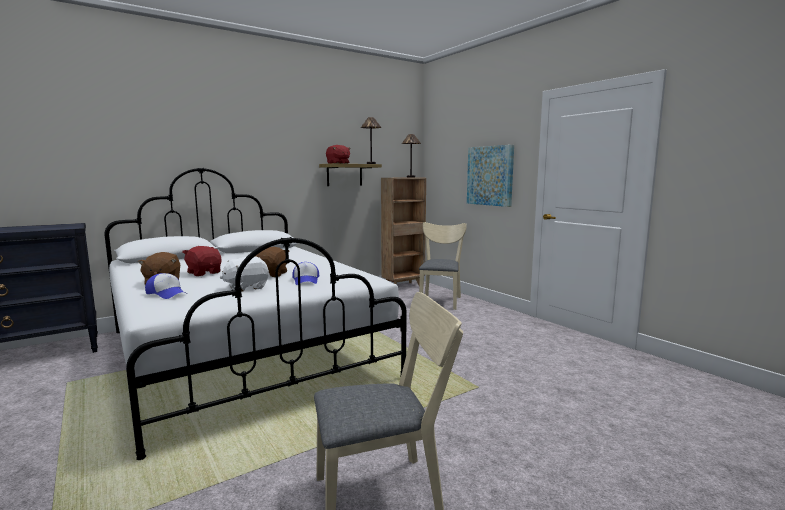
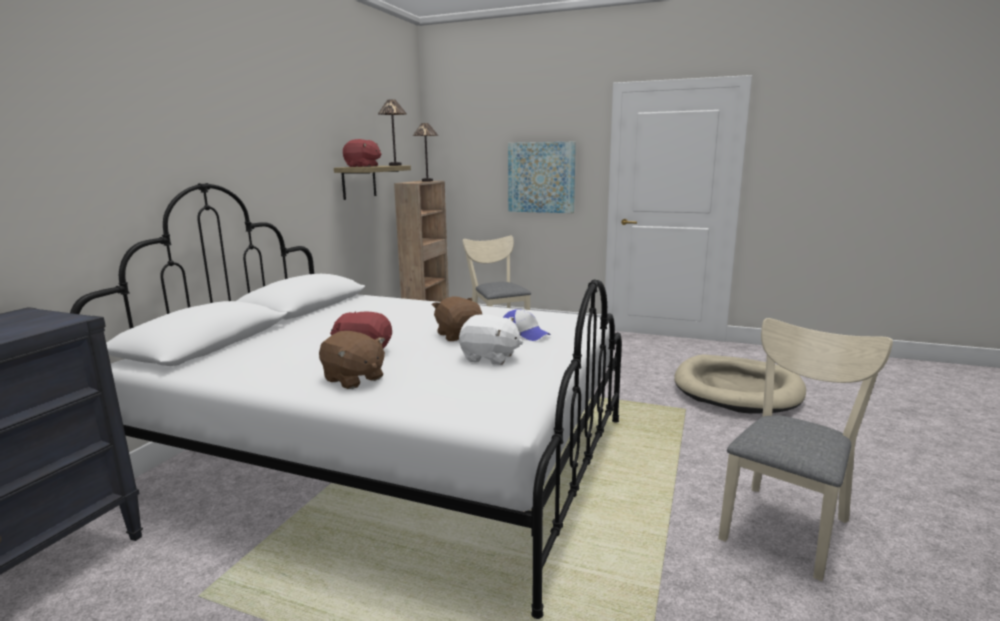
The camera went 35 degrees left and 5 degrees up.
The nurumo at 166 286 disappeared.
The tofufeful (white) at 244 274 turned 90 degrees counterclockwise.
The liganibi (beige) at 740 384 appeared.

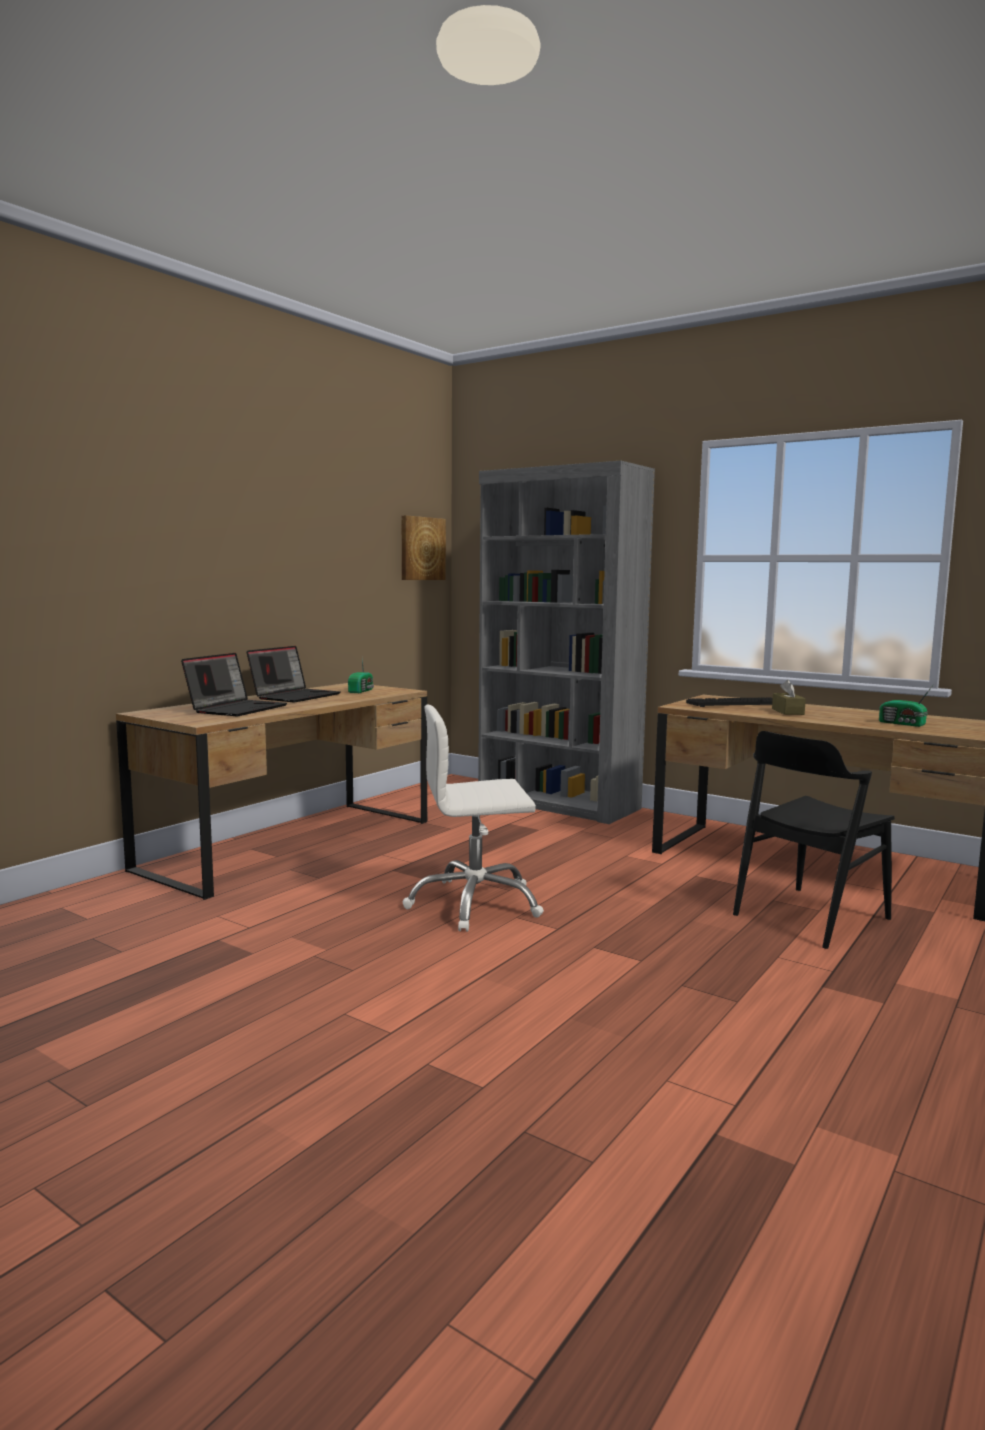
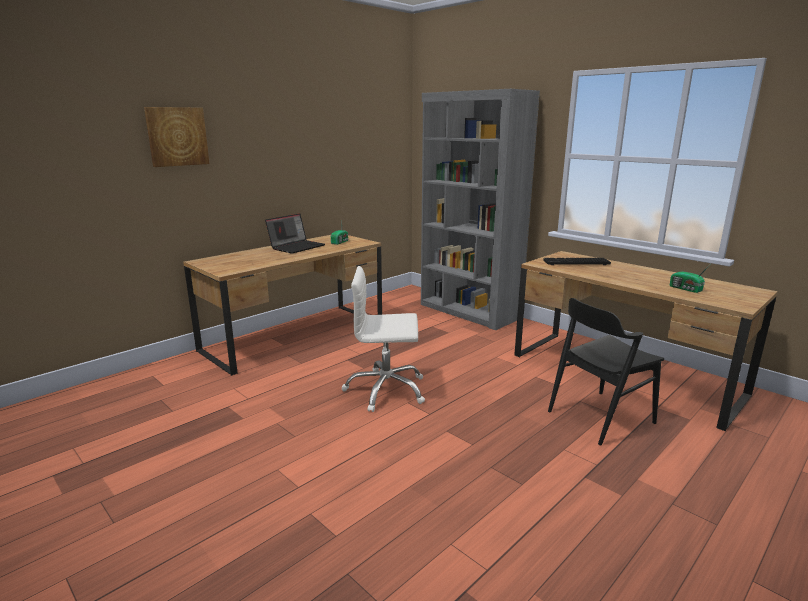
The camera went 10 degrees right and 10 degrees up.
The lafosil at 234 684 disappeared.
The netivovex moved from 424 547 to 177 137.
The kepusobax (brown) at 789 697 disappeared.

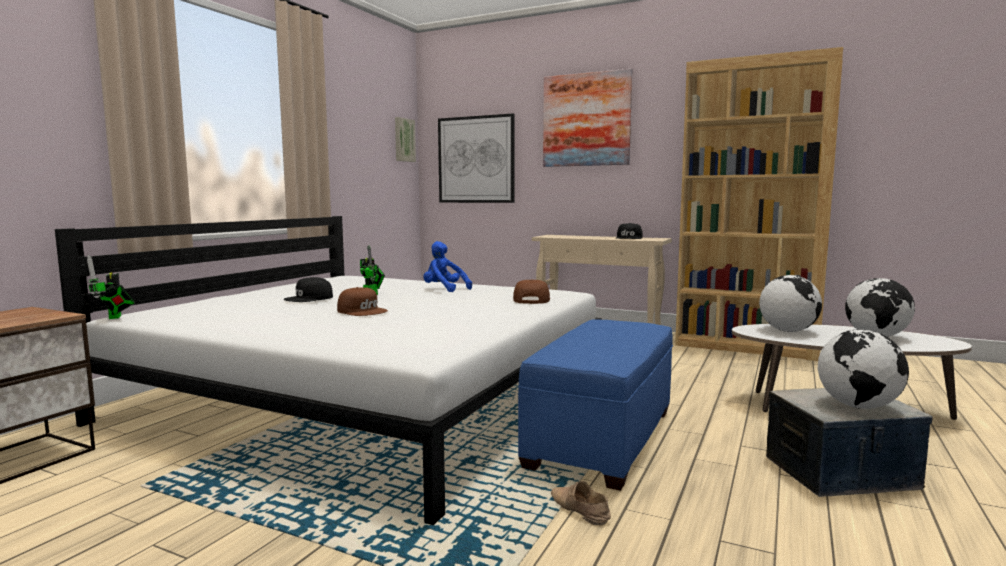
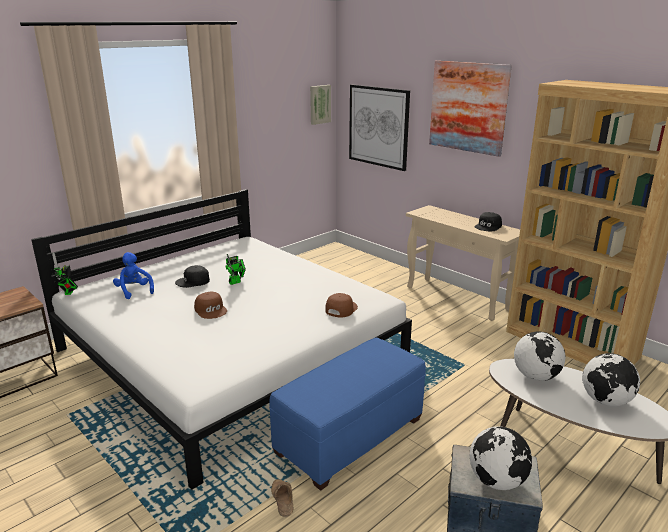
The camera went 20 degrees right and 15 degrees up.
The tofufeful (blue) moved from 447 266 to 133 275.

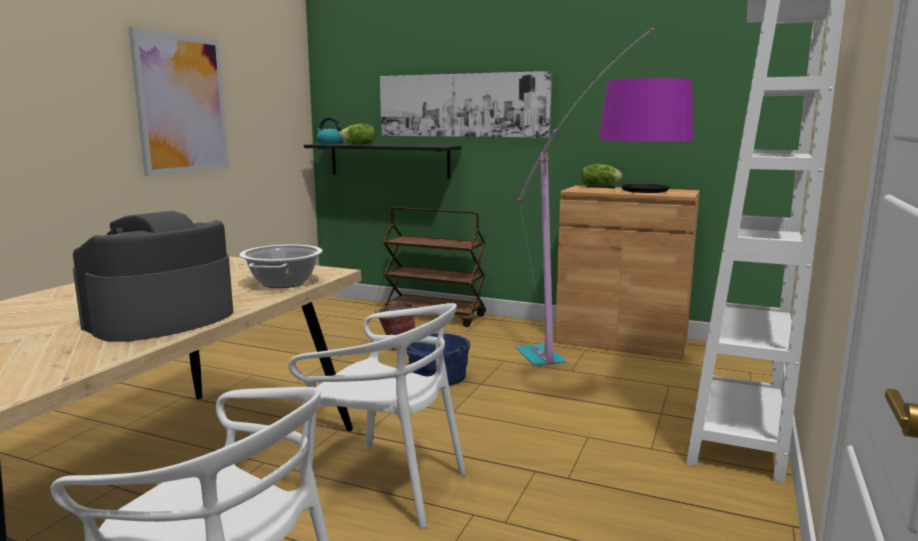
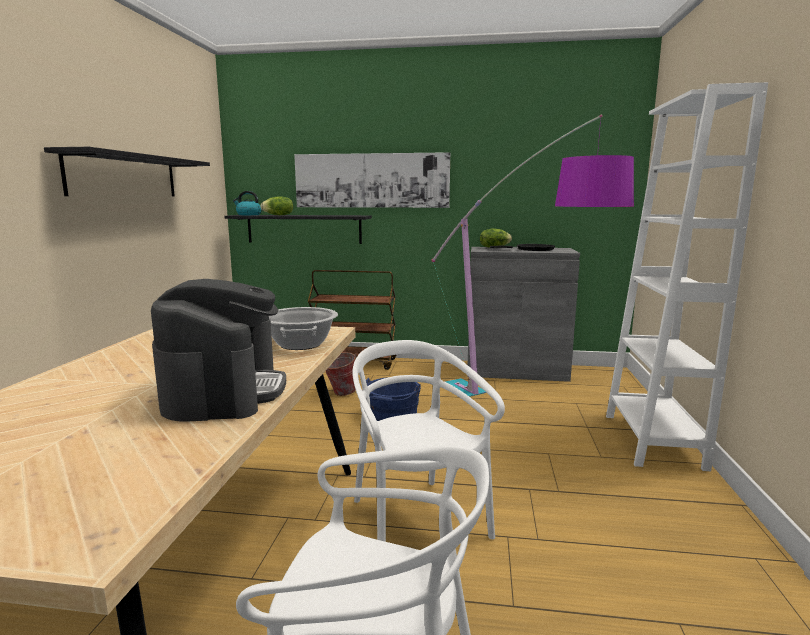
The camera went 15 degrees left and 0 degrees up.
The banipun at 153 276 turned 150 degrees clockwise.
The netivovex at 178 101 was replaced by the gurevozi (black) at 127 172.
The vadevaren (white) at 377 415 turned 120 degrees counterclockwise.
The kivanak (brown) at 627 273 became the kivanak (grey) at 523 314.

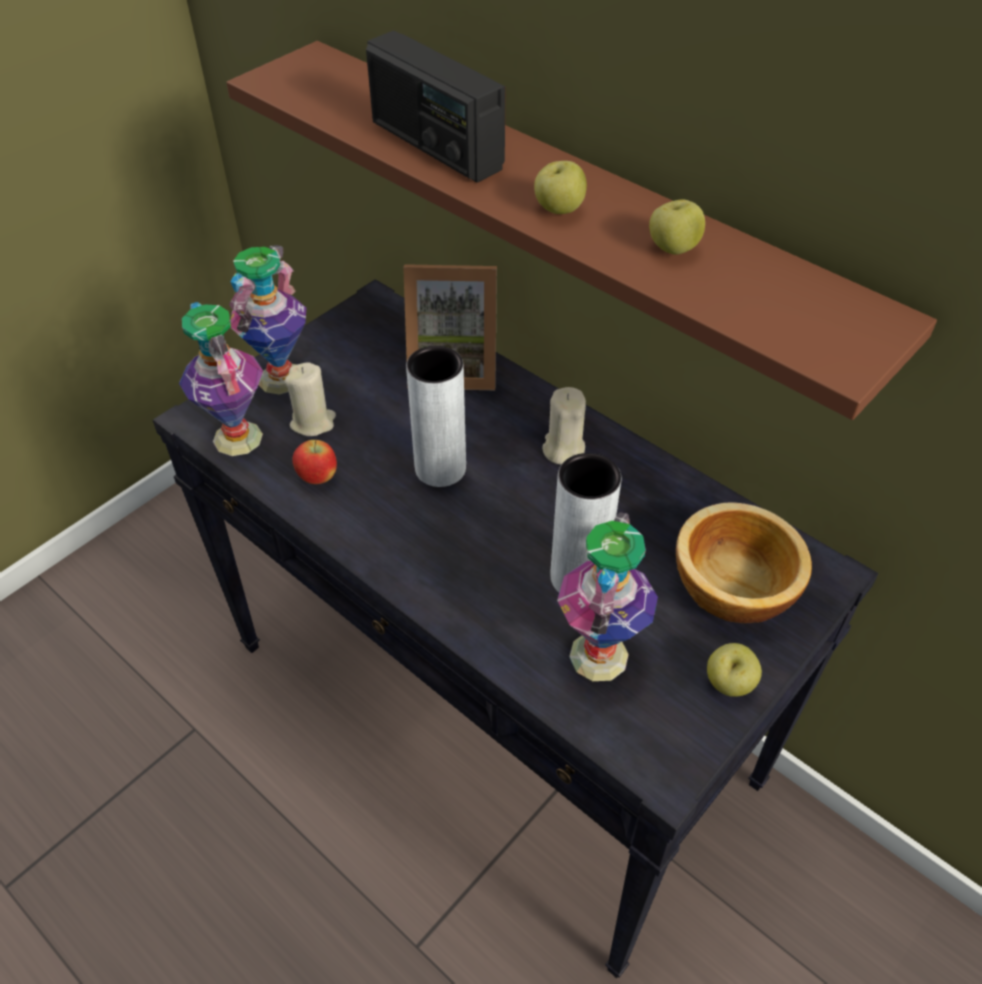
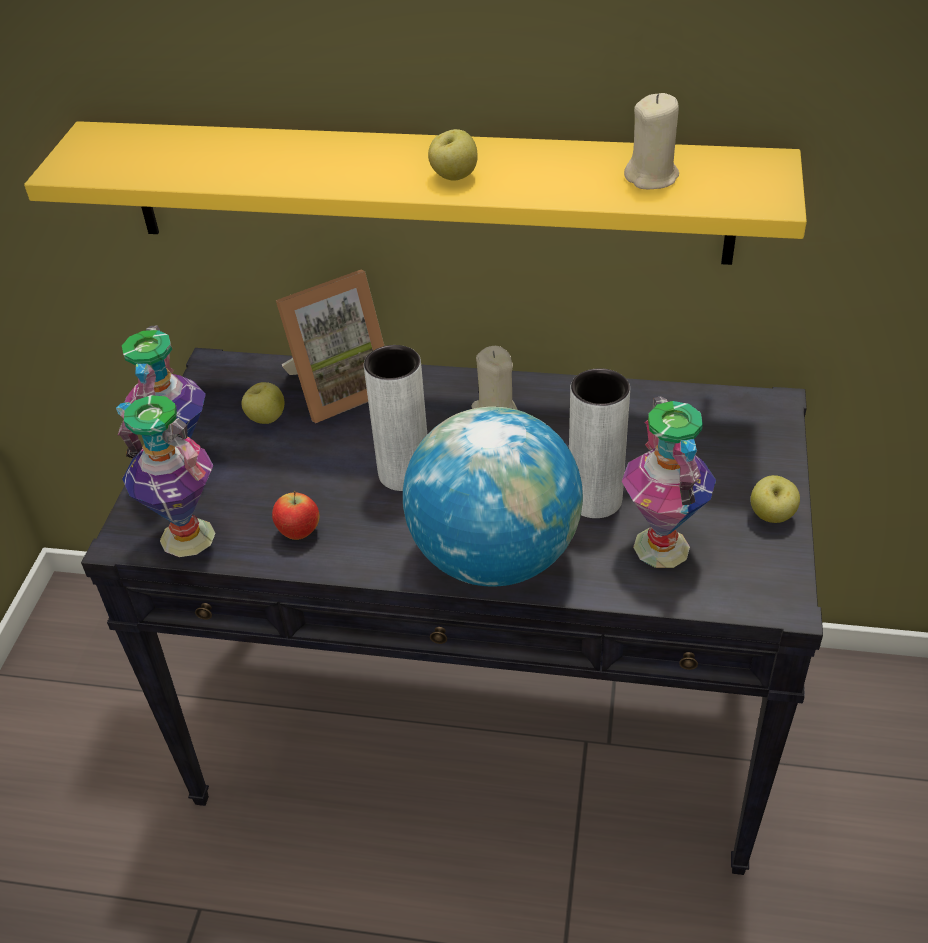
The camera went 30 degrees left and 5 degrees down.
The gurevozi (brown) at 581 230 became the gurevozi (yellow) at 415 193.
The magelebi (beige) moved from 310 399 to 651 141.
The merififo at 436 107 disappeared.
The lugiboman moved from 677 227 to 262 403.
The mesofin at 744 562 disappeared.
The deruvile at 493 496 appeared.

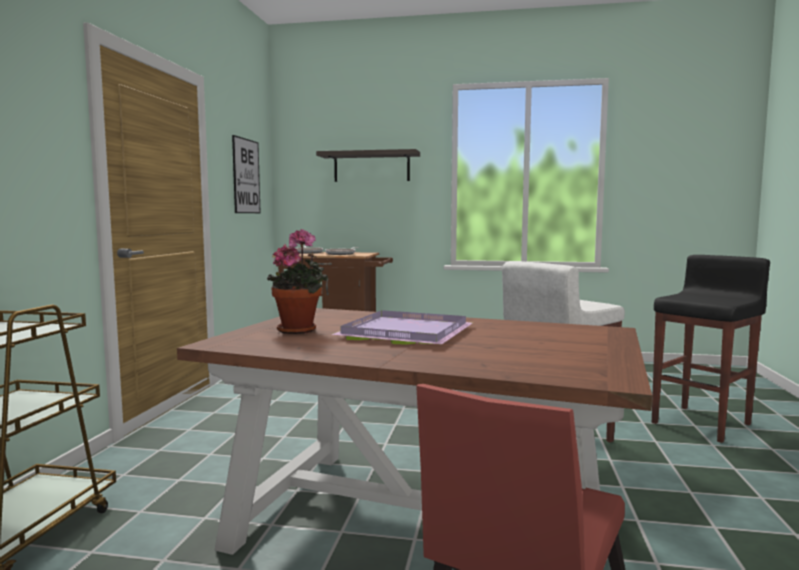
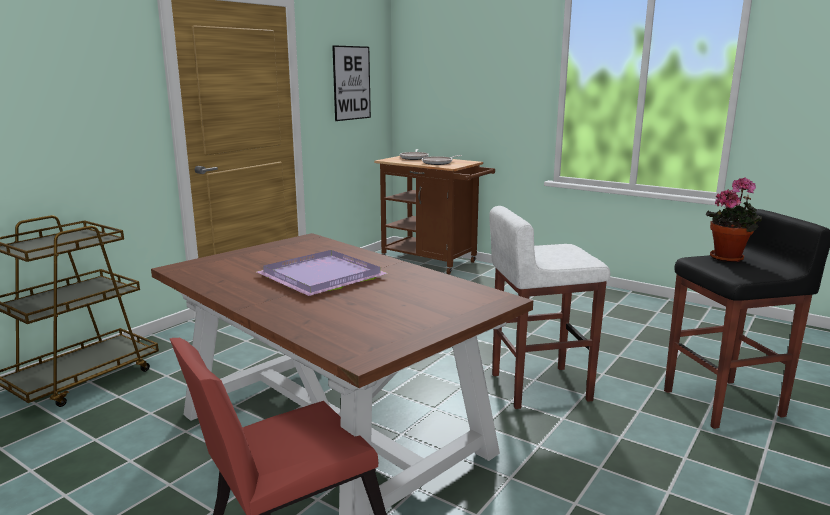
The camera went 25 degrees right and 10 degrees up.
The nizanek moved from 297 281 to 734 219.
The gurevozi at 368 165 disappeared.

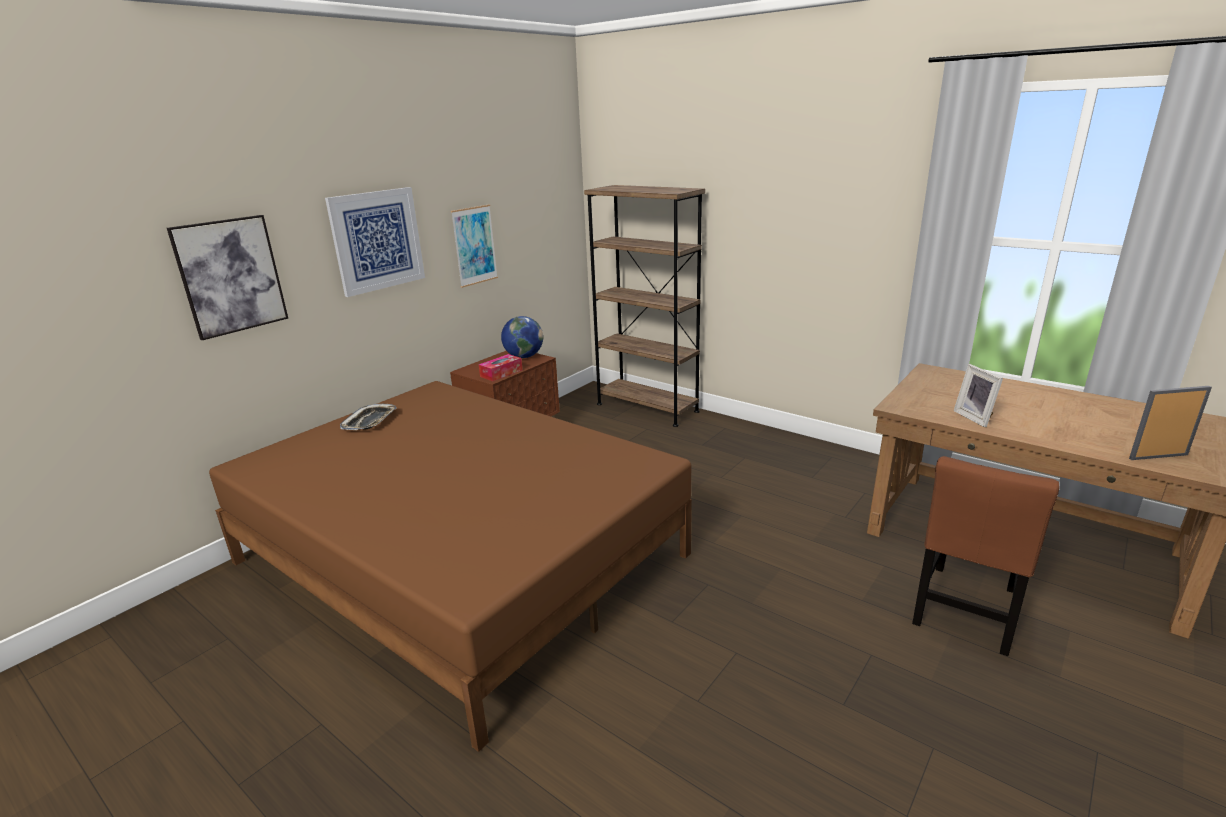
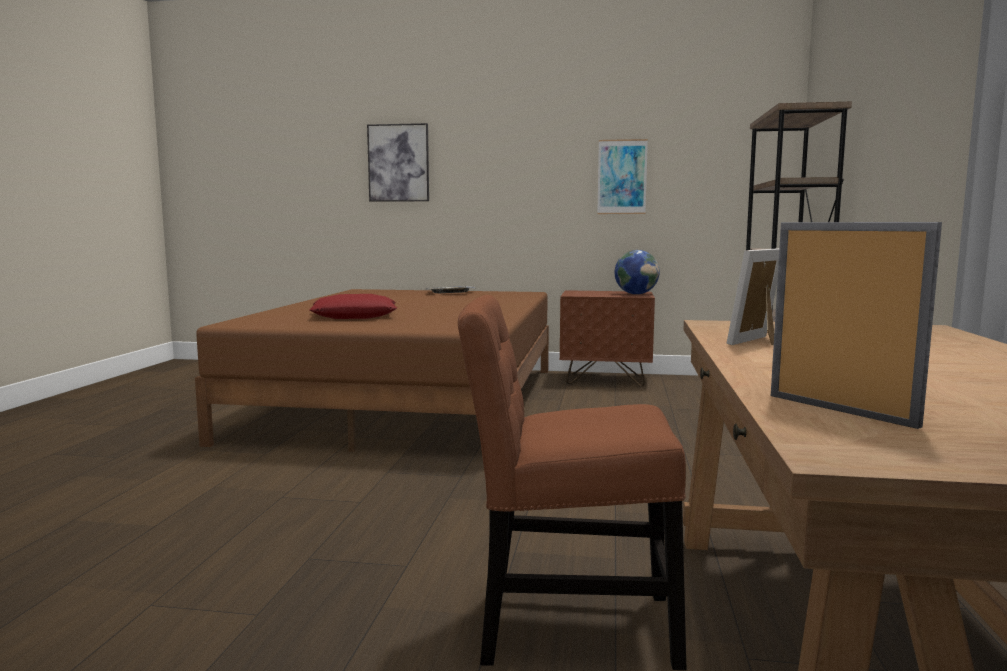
The camera went 60 degrees right and 15 degrees down.
The netivovex at 375 242 disappeared.
The kepusobax at 500 367 disappeared.
The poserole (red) at 353 306 appeared.

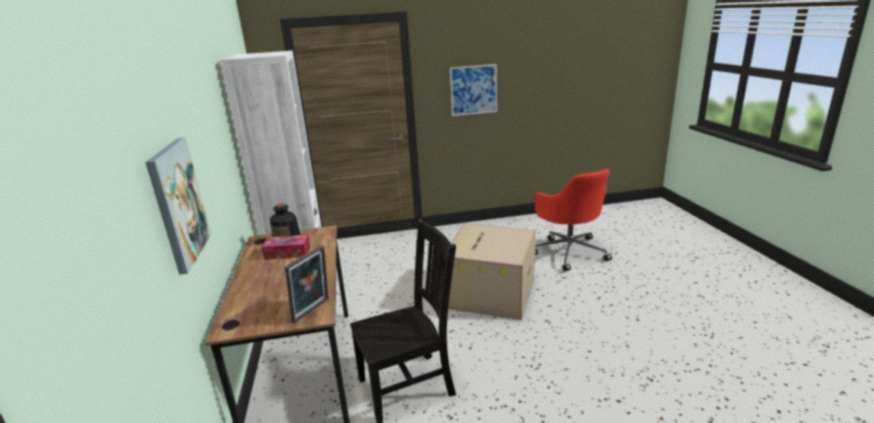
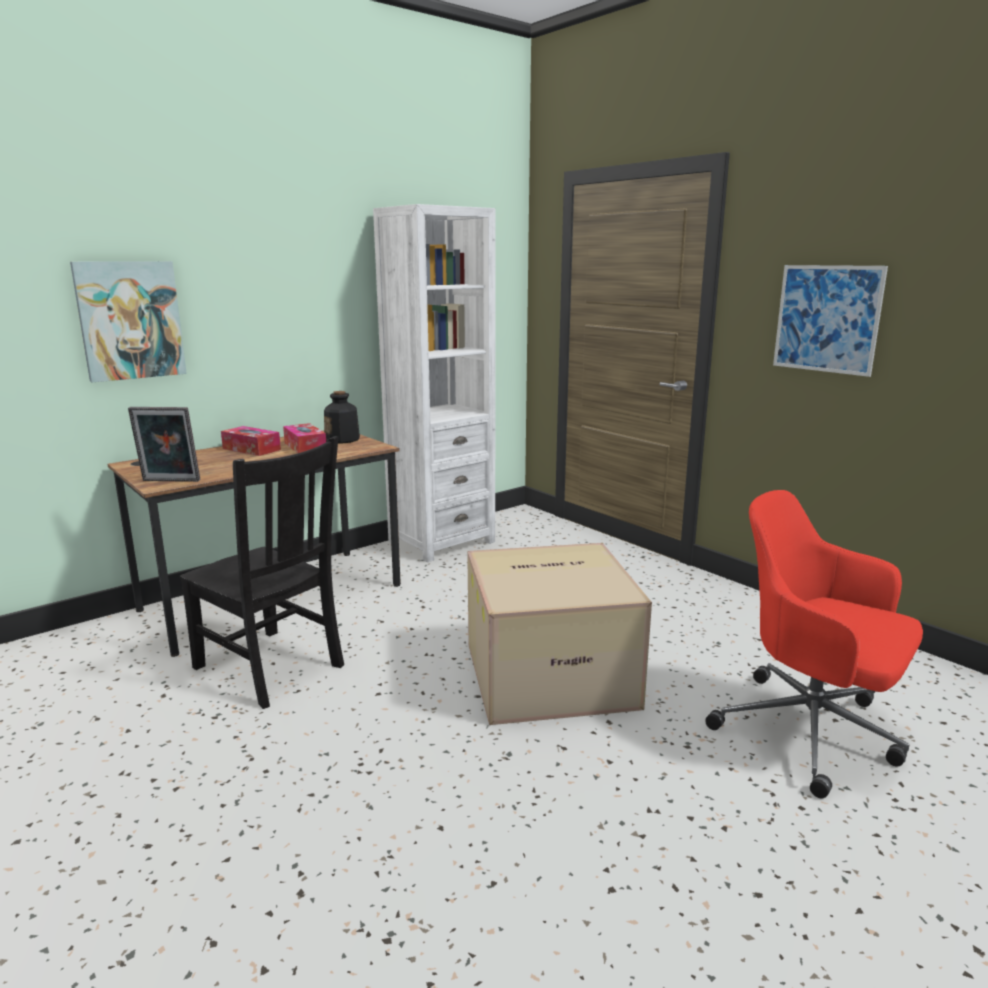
The camera went 60 degrees right and 5 degrees down.
The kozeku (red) at 573 220 turned 90 degrees clockwise.
The kepusobax at 251 441 appeared.

